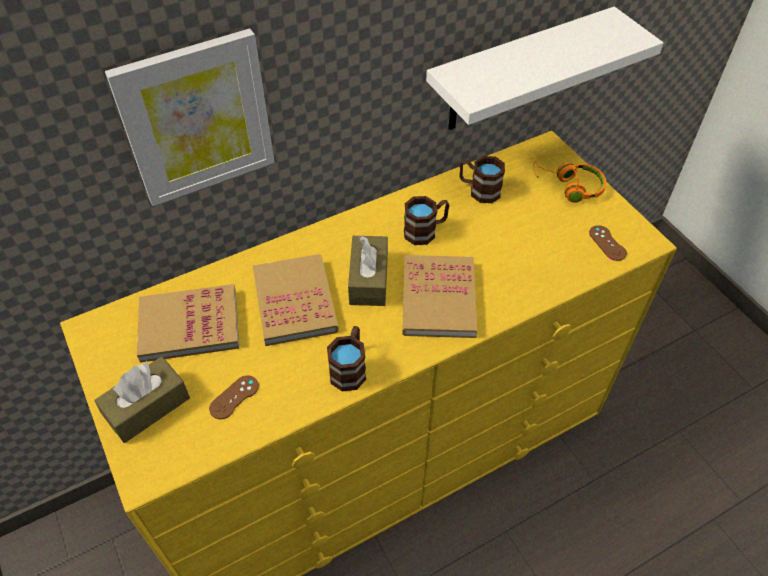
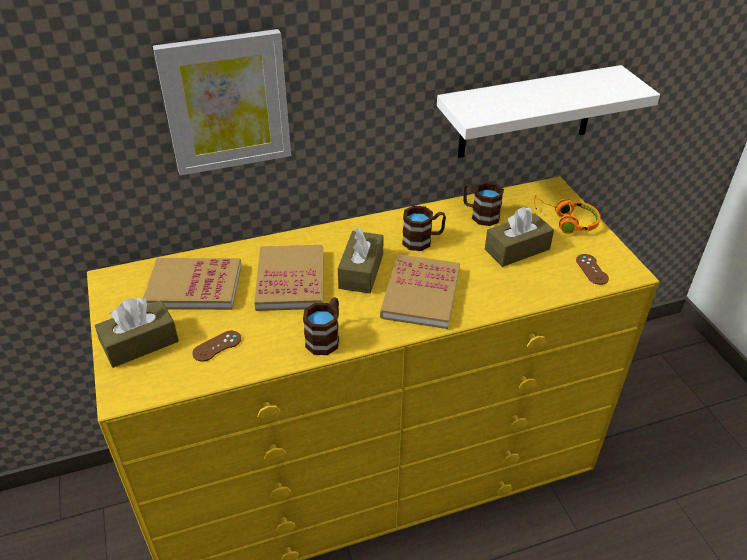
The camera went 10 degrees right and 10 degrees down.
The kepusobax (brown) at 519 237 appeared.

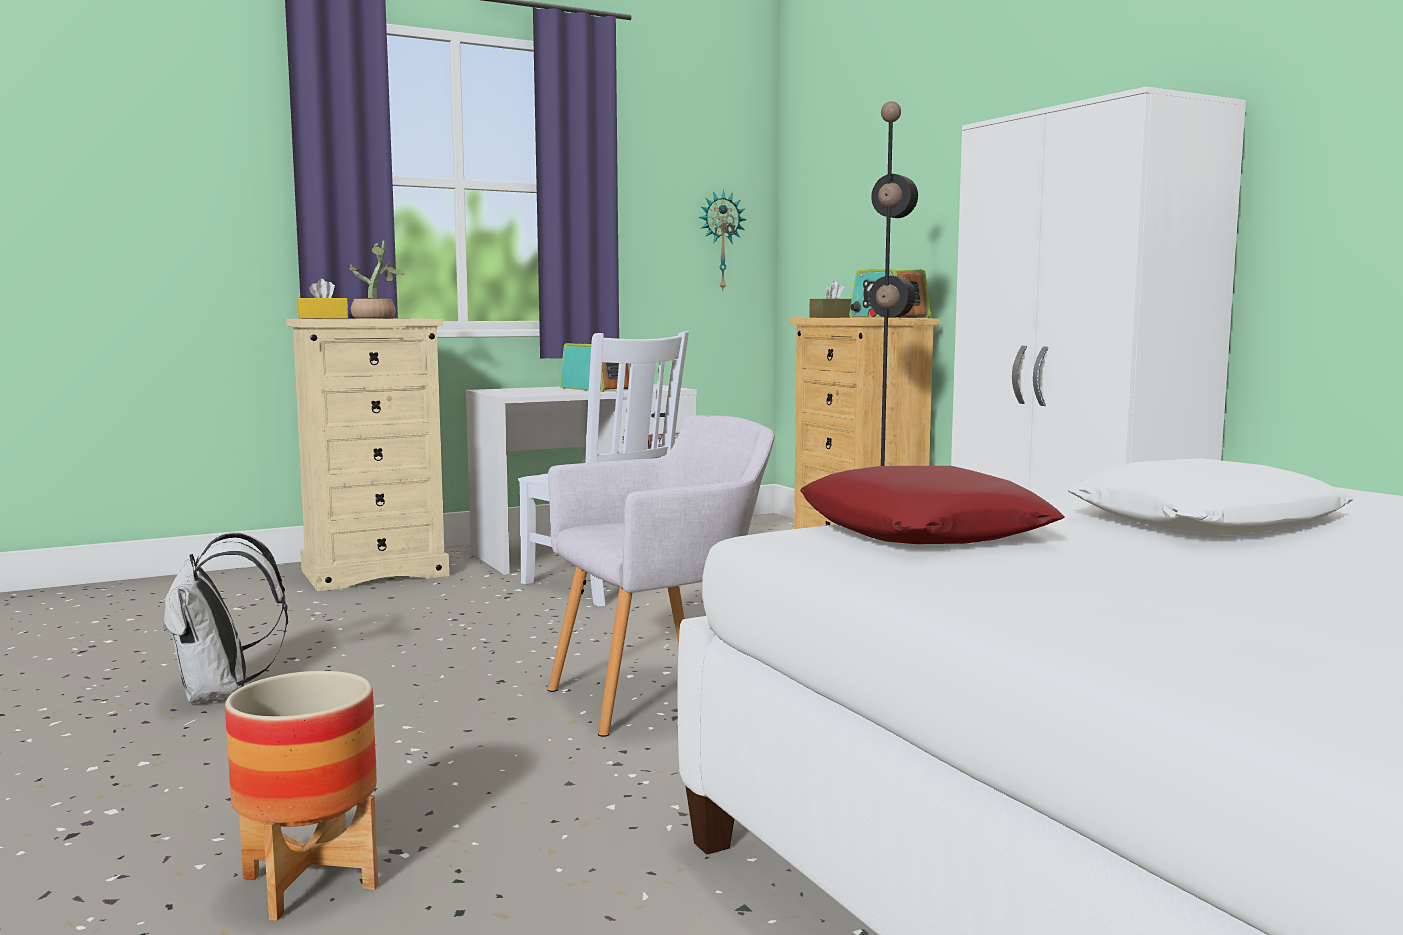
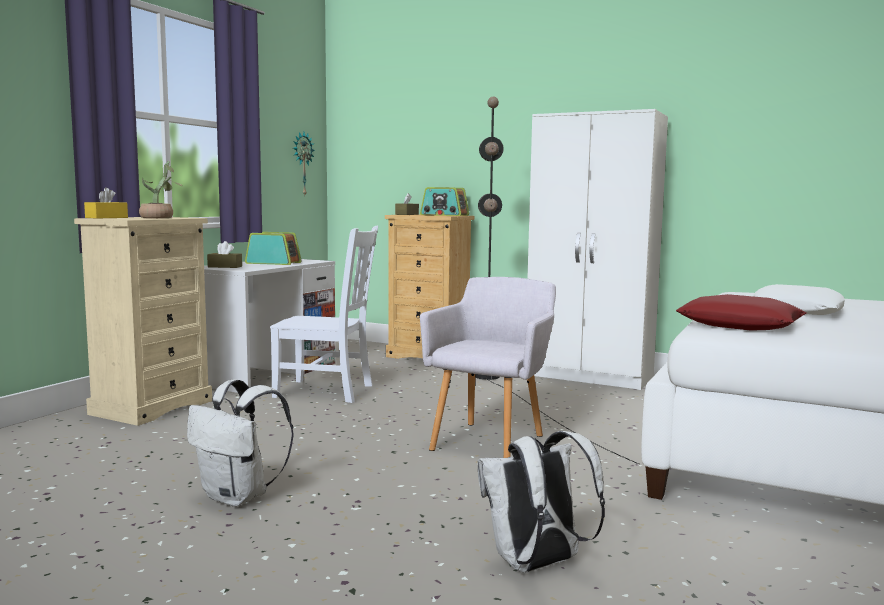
The camera went 35 degrees left and 0 degrees up.
The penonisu at 301 796 was replaced by the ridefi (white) at 541 501.
The kepusobax (brown) at 224 254 appeared.

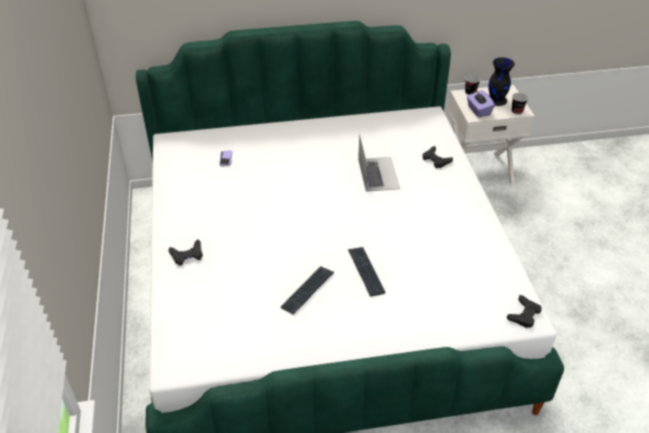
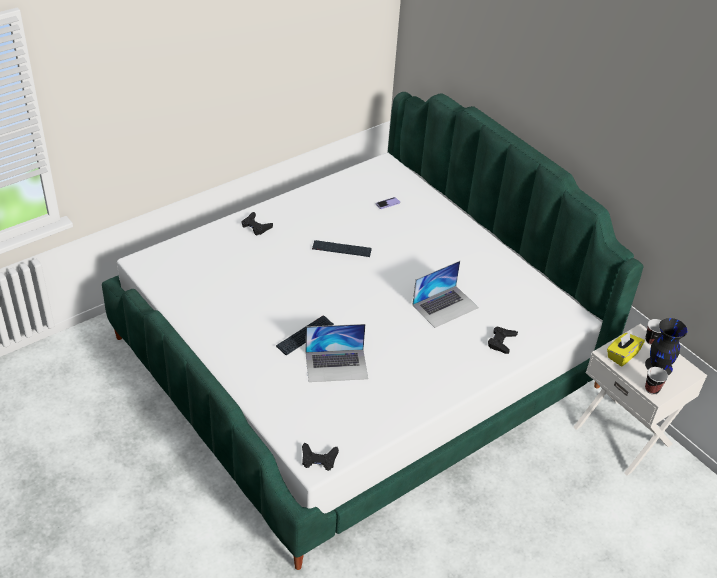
The camera went 60 degrees right and 0 degrees up.
The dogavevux moved from 307 290 to 342 248.
The kepusobax (purple) at 481 103 became the kepusobax (yellow) at 626 349.
The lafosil at 336 353 appeared.

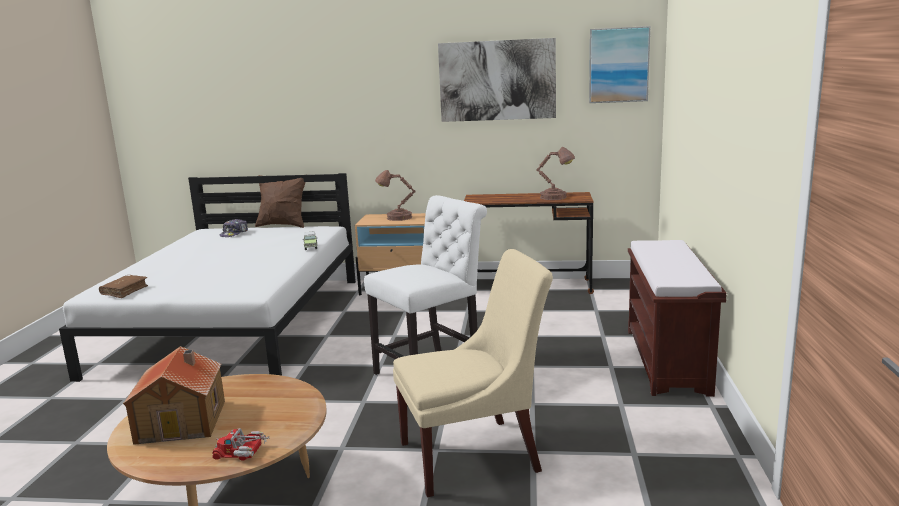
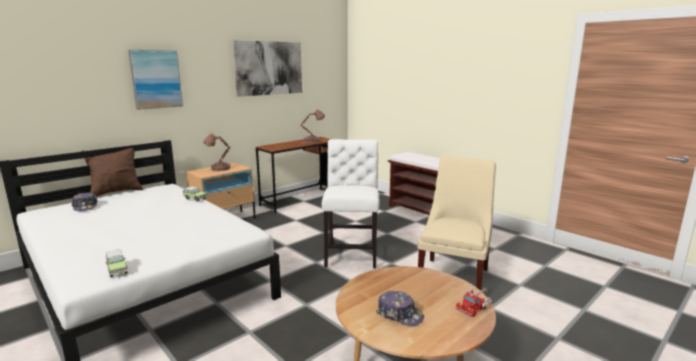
The camera went 50 degrees left and 0 degrees up.
The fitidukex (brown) at 123 286 was replaced by the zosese at 117 263.
The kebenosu at 174 395 was replaced by the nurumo at 400 308.
The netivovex moved from 619 64 to 155 80.

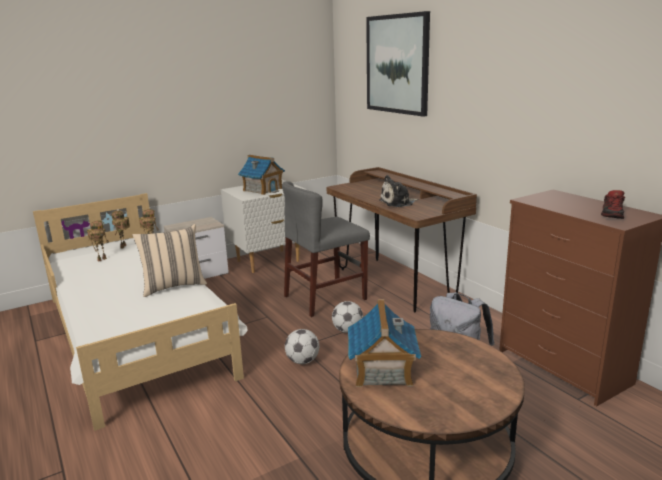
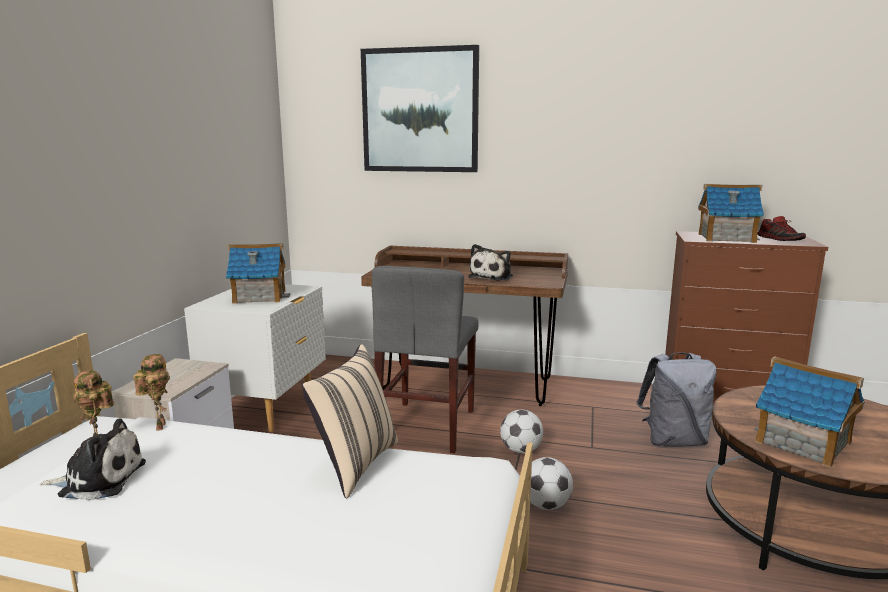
The camera went 45 degrees left and 5 degrees down.
The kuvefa at 98 240 was replaced by the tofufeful at 93 459.
The kebenosu at 731 213 appeared.

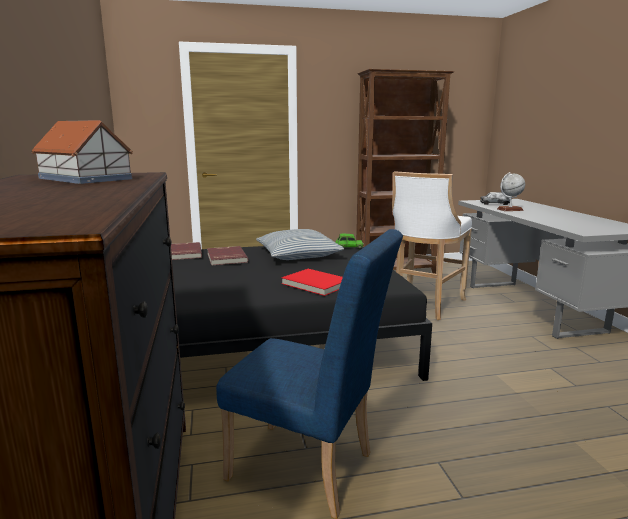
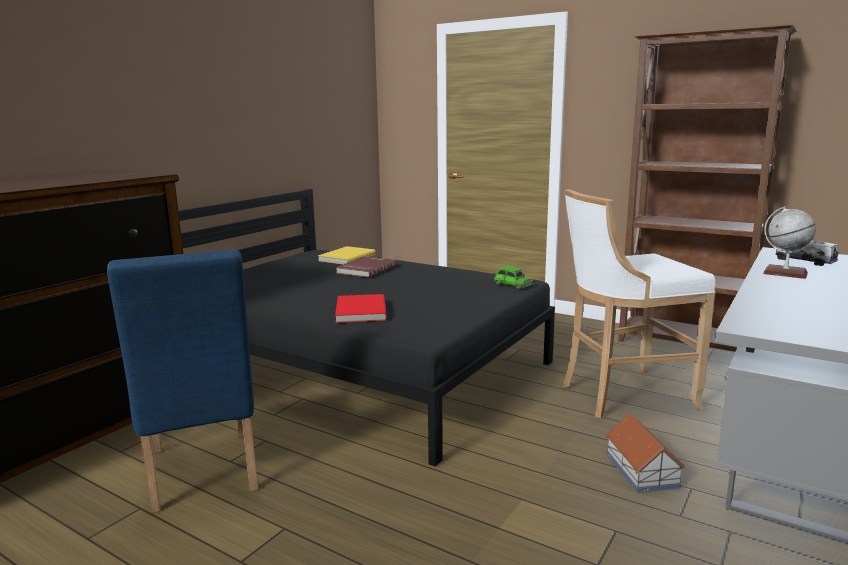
The camera went 45 degrees right and 0 degrees up.
The kebenosu moved from 82 152 to 645 453.
The fitidukex (red) at 186 251 became the fitidukex (yellow) at 347 255.
The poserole at 300 244 disappeared.

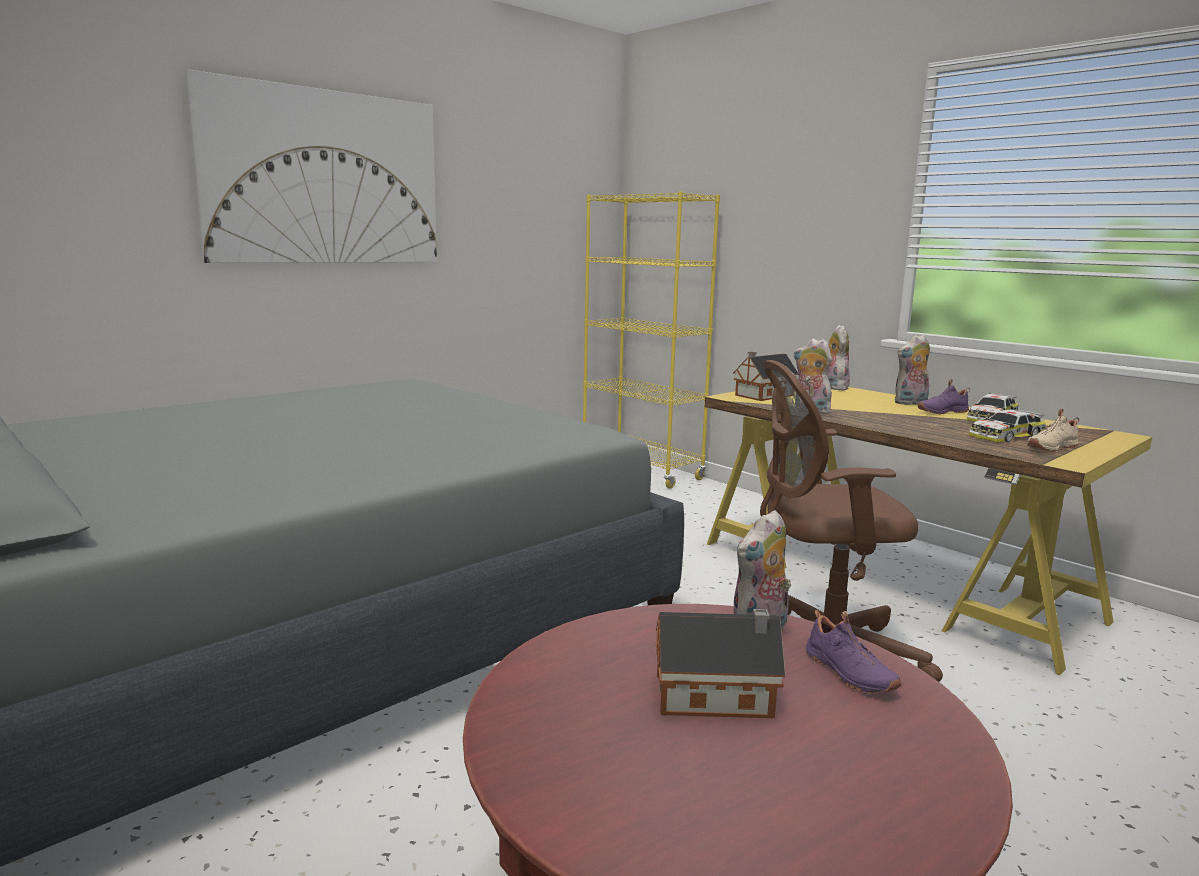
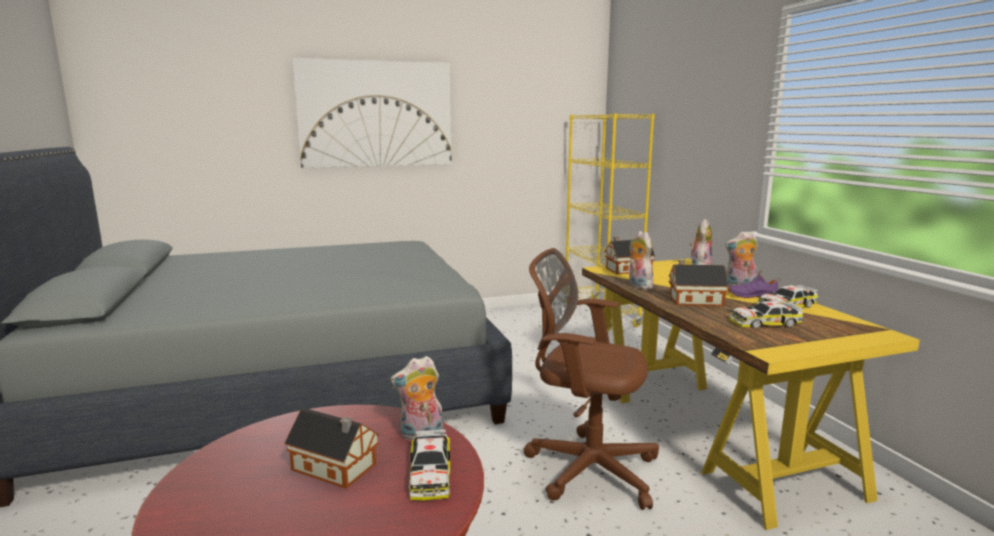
The camera went 25 degrees right and 0 degrees up.
The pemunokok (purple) at 853 651 was replaced by the zosese at 429 465.
The pemunokok (beige) at 1053 430 disappeared.
The kebenosu at 698 283 appeared.

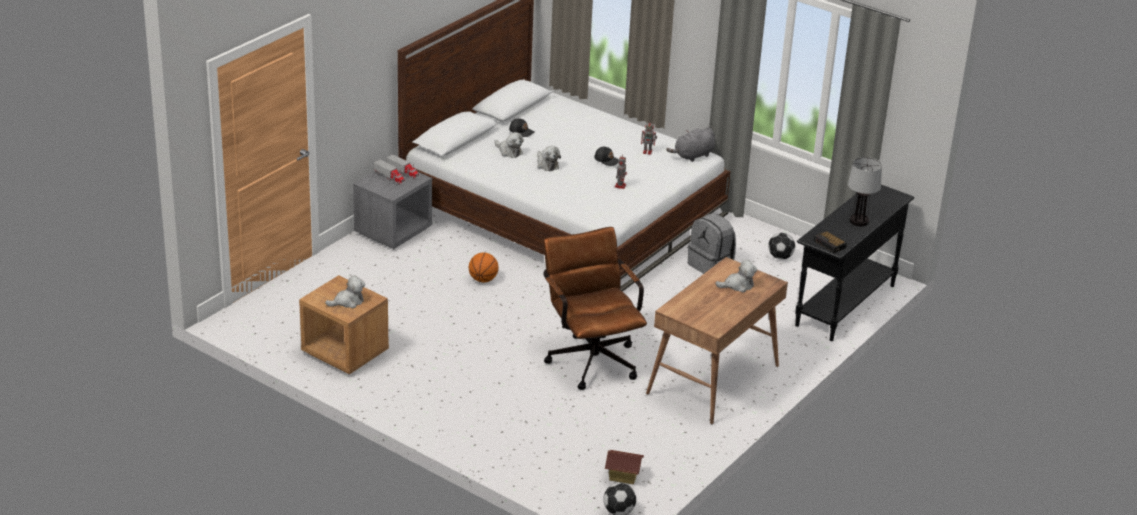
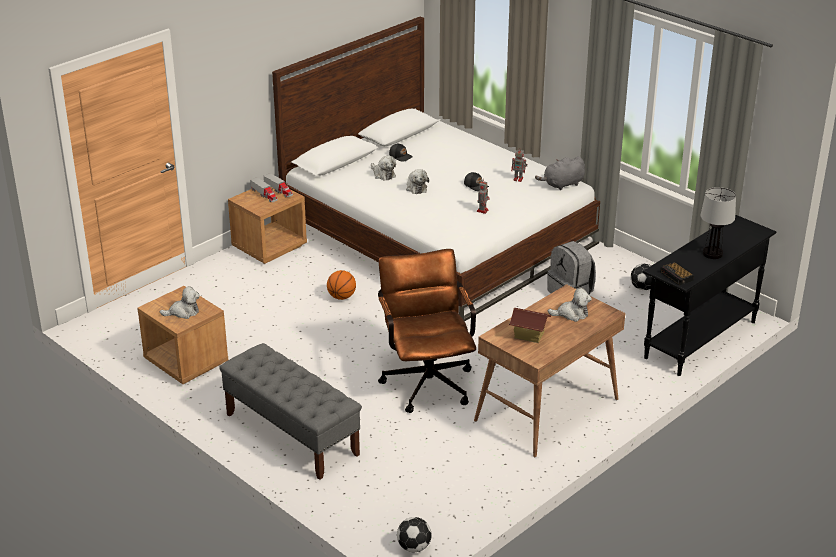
The camera went 10 degrees right and 0 degrees up.
The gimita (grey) at 392 209 became the gimita (brown) at 267 225.
The kebenosu moved from 624 467 to 530 325.
The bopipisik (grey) at 290 411 appeared.

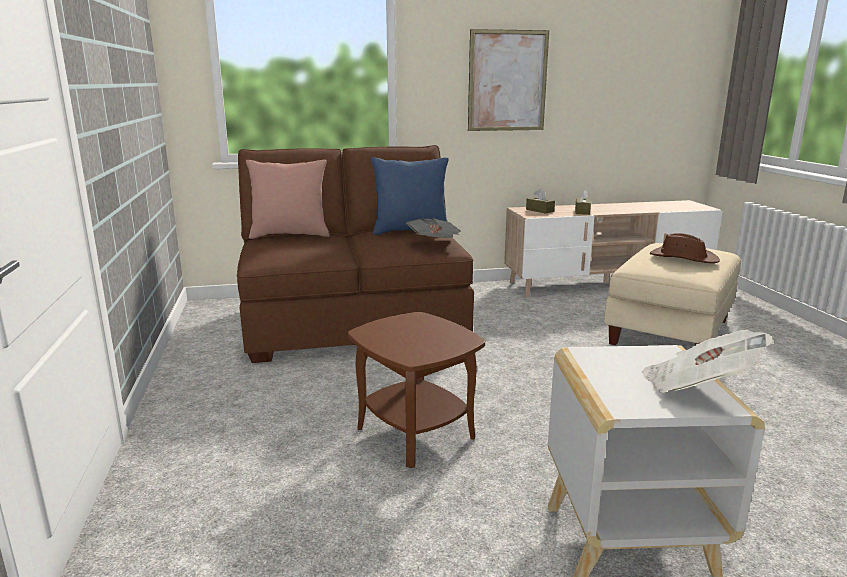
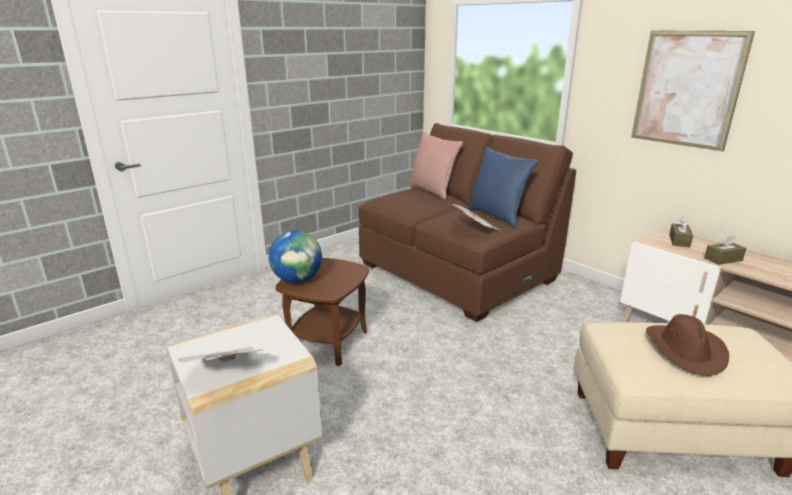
The camera went 60 degrees right and 5 degrees up.
The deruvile at 295 256 appeared.

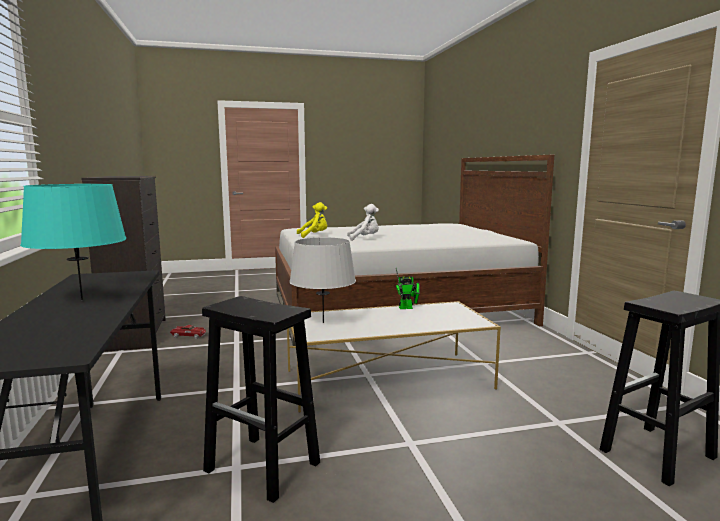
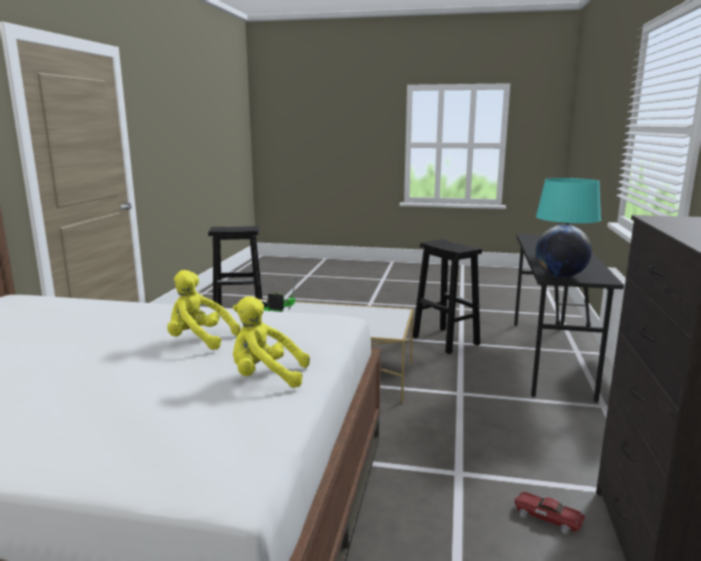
The camera went 155 degrees left and 5 degrees up.
The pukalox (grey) at 322 280 disappeared.
The tofufeful (white) at 363 222 became the tofufeful (yellow) at 203 310.
The deruvile at 563 251 appeared.

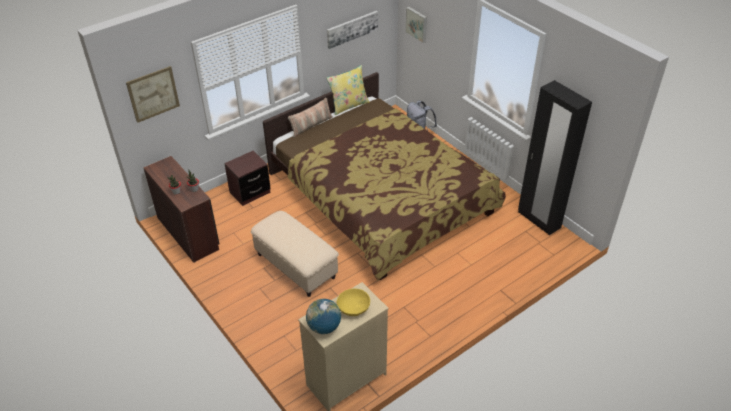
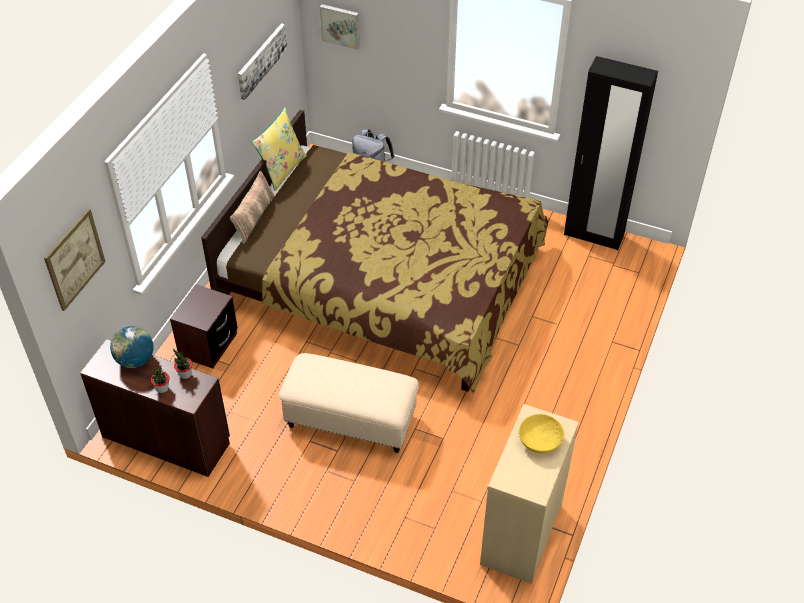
The camera went 30 degrees left and 5 degrees up.
The deruvile moved from 323 316 to 132 347.

